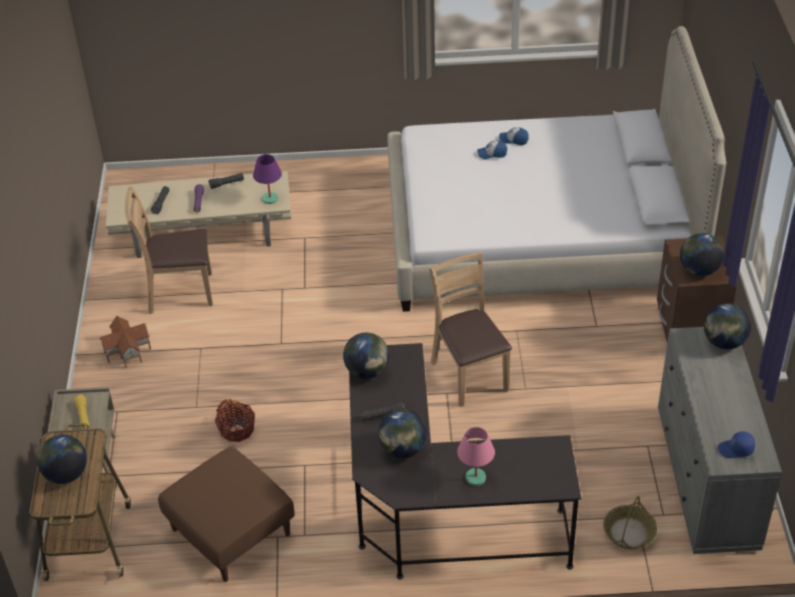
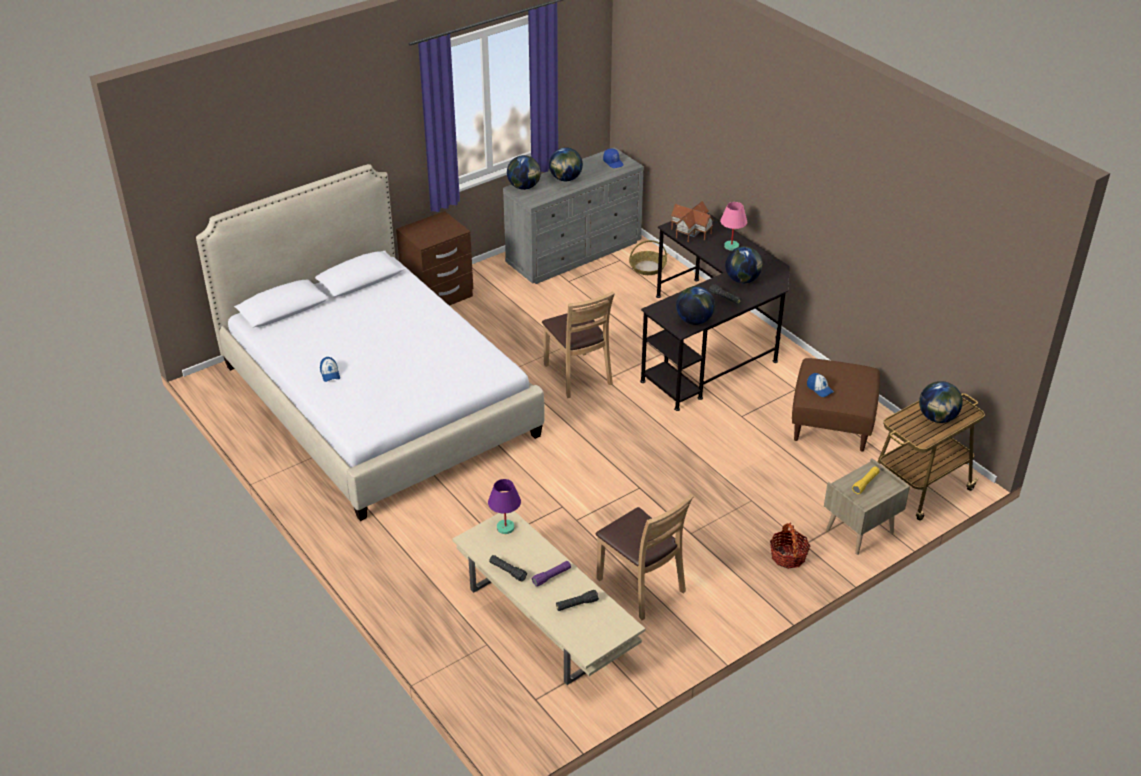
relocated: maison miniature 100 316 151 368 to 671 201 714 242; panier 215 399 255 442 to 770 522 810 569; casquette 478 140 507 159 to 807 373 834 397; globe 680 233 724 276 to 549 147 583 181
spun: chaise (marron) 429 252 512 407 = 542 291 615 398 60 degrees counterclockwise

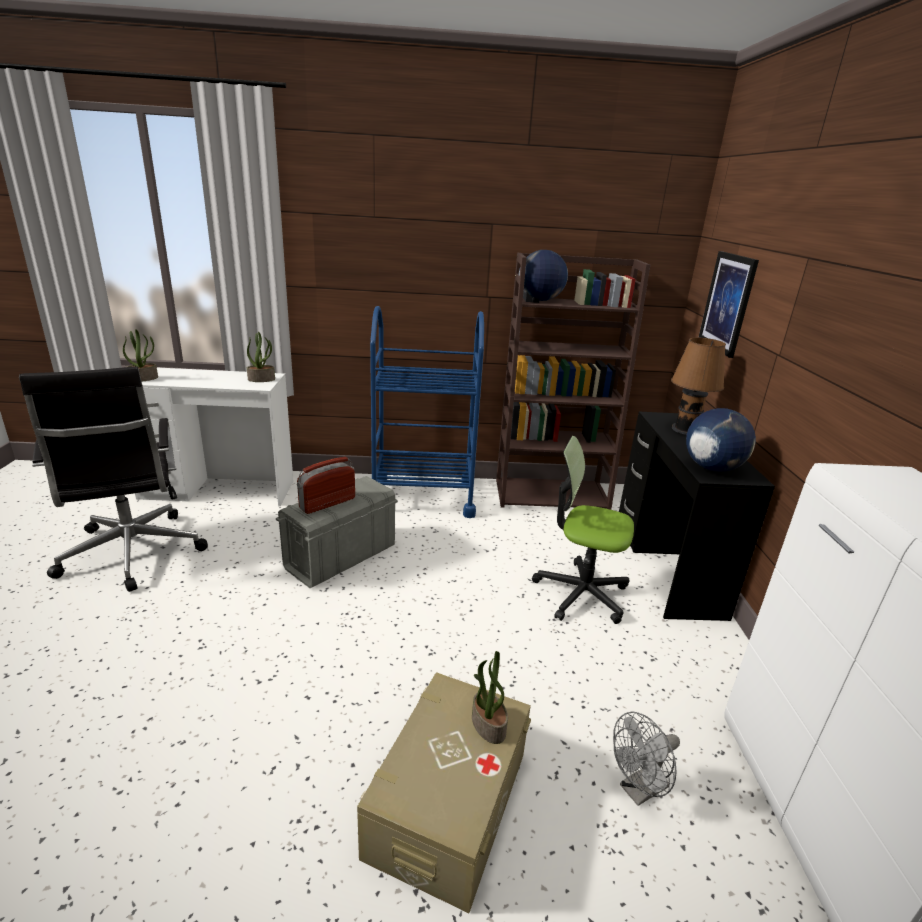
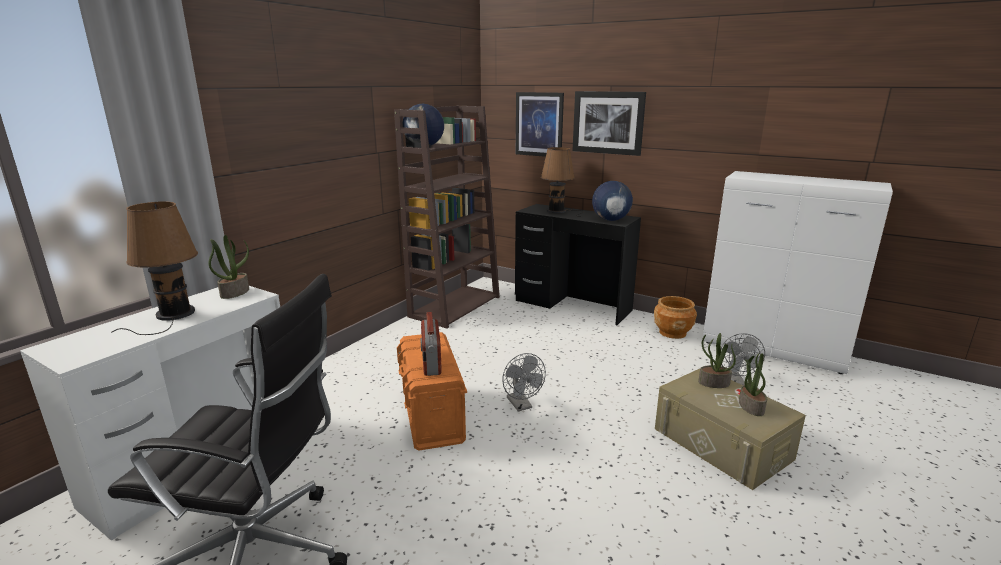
missing: chariot (bleu) 370 306 484 518; chaise de bureau 532 436 634 624
appeared: lampe de table (marron) 111 201 198 335; ventilateur (gris) 502 353 546 411; tableau 572 91 646 156; cache-pot (marron) 654 296 697 339
relocated: plante en pot 123 329 158 381 to 739 353 767 416
colour: boîte de rangement (gris) 276 476 398 588 to boîte de rangement (orange) 397 332 467 451

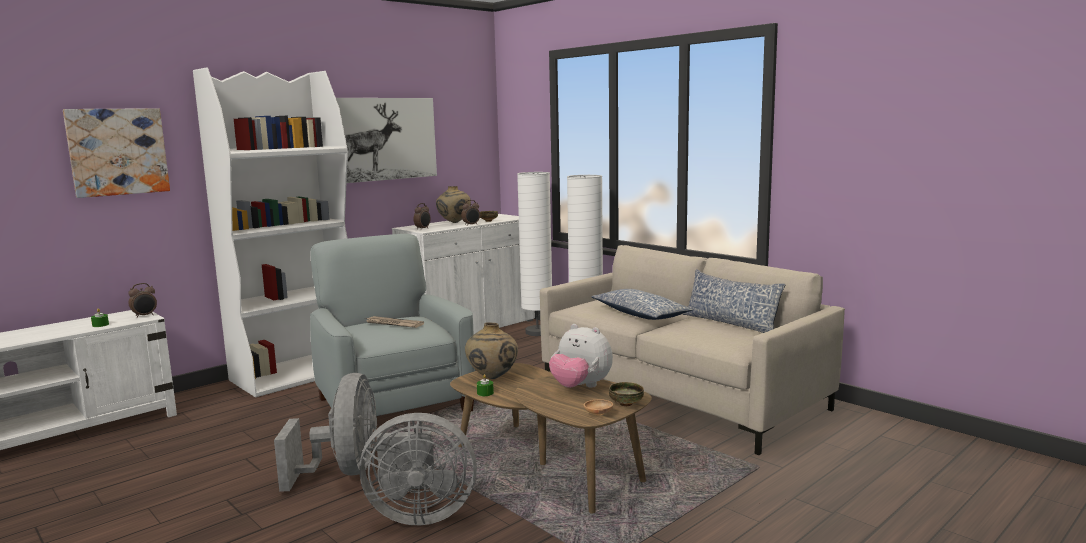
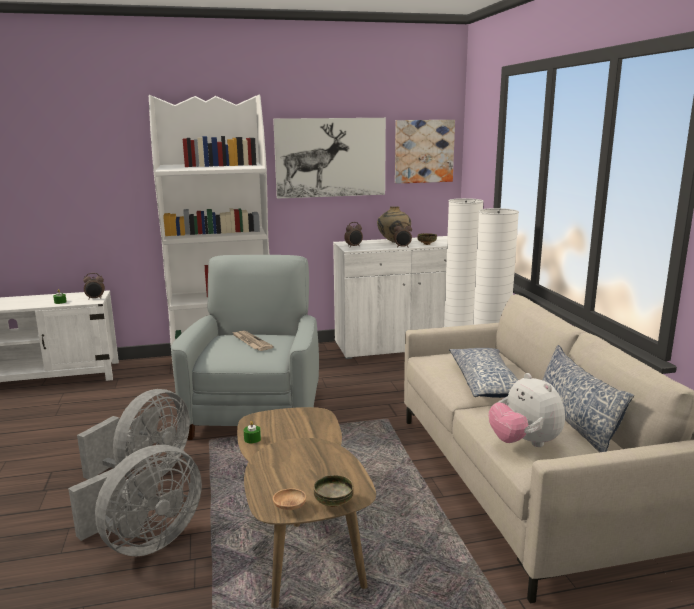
missing: vase (beige) 465 322 518 379
relocated: tableau 63 108 170 198 to 395 120 455 184; peluche 549 324 613 388 to 489 373 565 447
spun: ventilateur (gris) 359 413 477 525 = 68 445 202 556 75 degrees counterclockwise

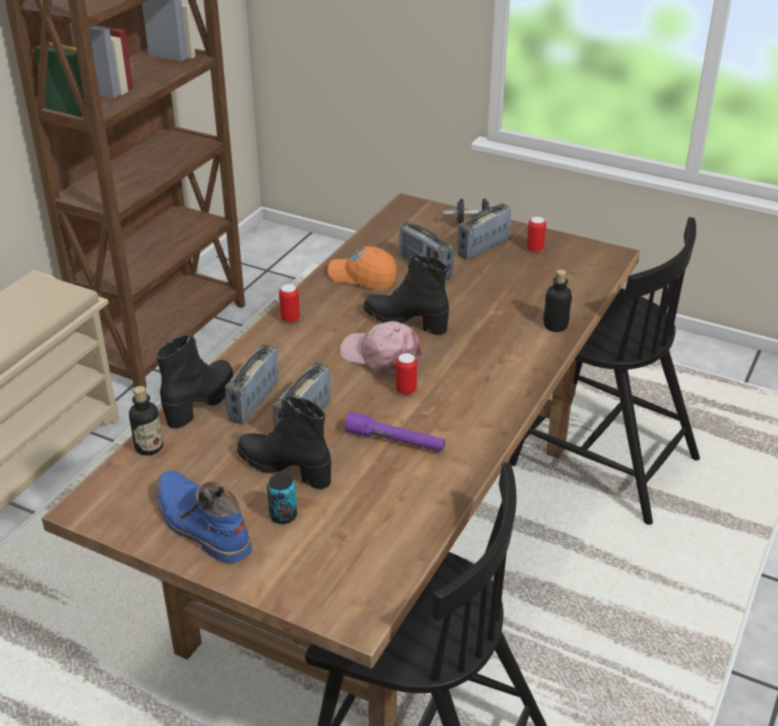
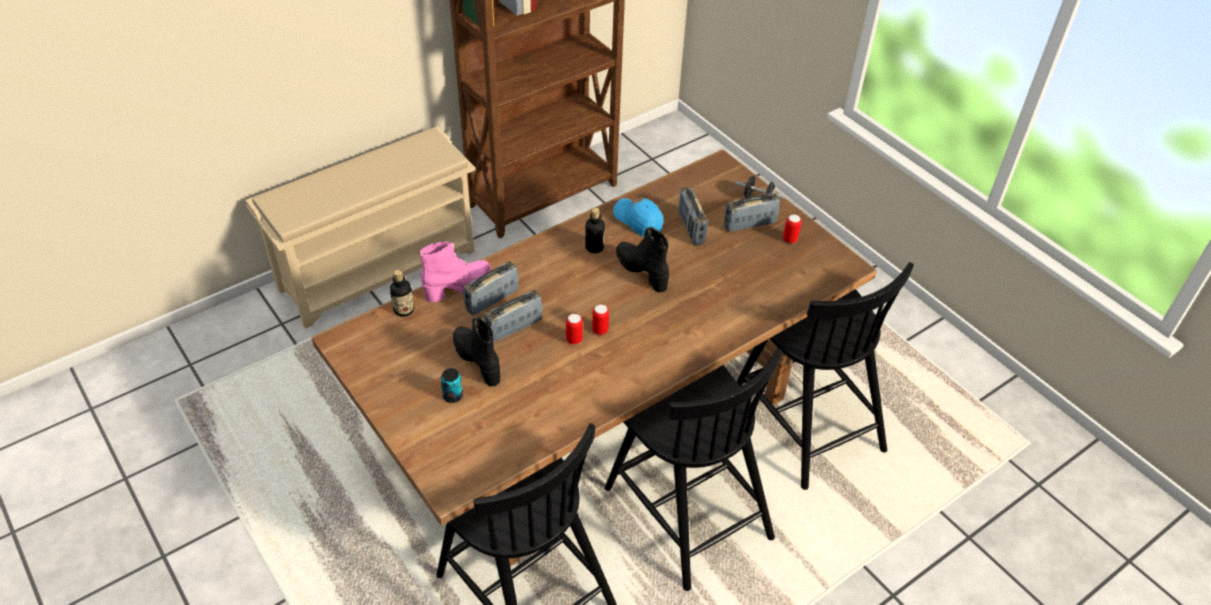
missing: botte (bleu) 156 471 252 563; casquette (rose) 340 321 422 376; lampe de poche (violet) 345 412 446 452
appeared: chaise (noir) 605 348 782 591
relocated: boîte métallique 279 284 300 323 to 566 314 583 345; bouteille 543 270 572 332 to 585 208 605 253
colour: botte (noir) 157 334 233 429 to botte (rose) 419 241 491 303; casquette (orange) 328 246 397 290 to casquette (bleu) 613 198 664 236

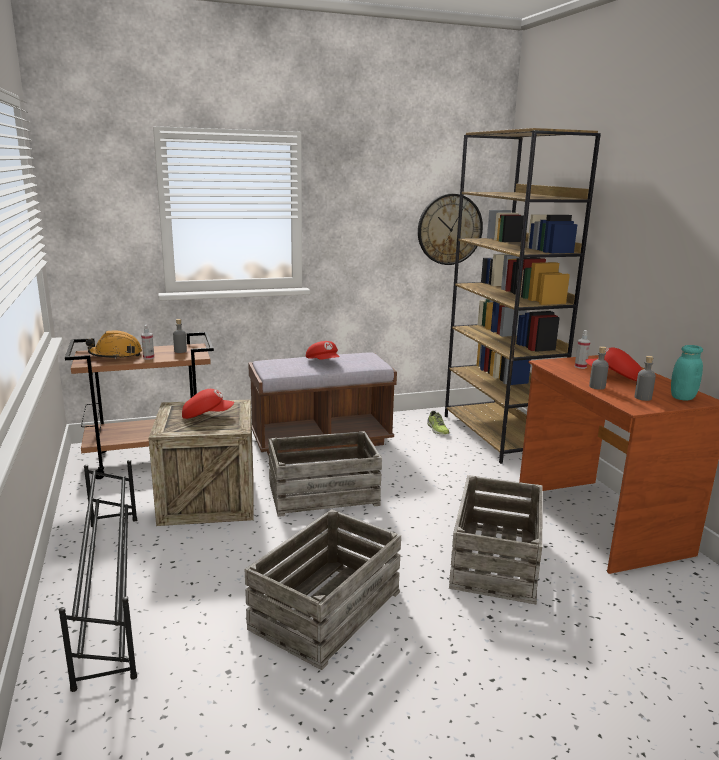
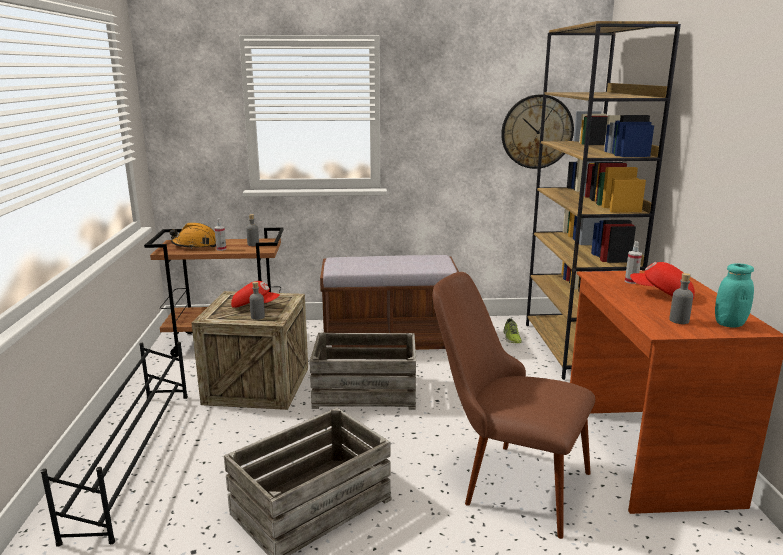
missing: casquette (rouge) 306 341 340 360
relocated: bouteille (gris) 589 346 609 390 to 249 282 265 320
exchanged: caisse 449 475 543 604 to chaise (marron) 432 272 595 539

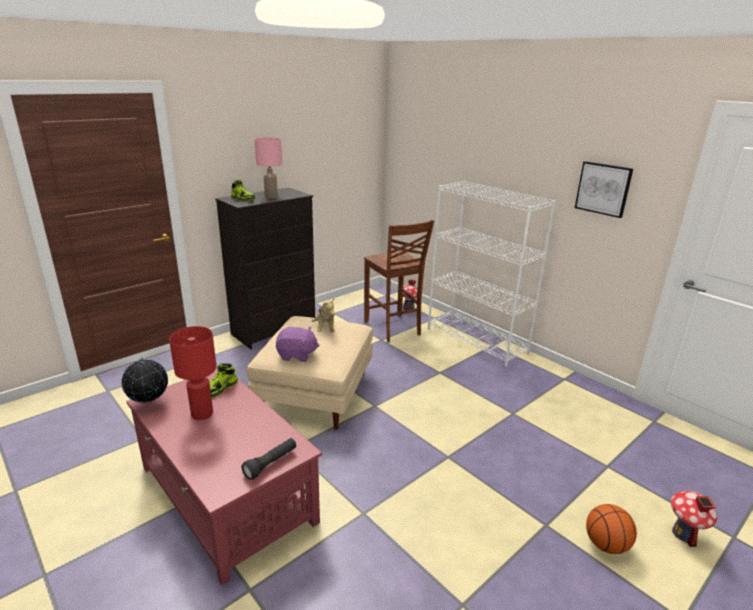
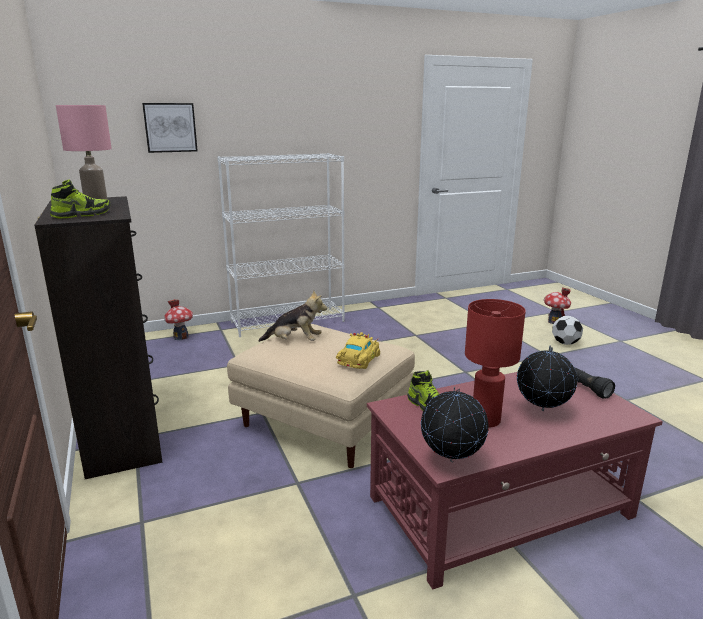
missing: chaise (marron) 364 220 434 342
appeared: globe 517 346 577 411
relocated: tableau 575 161 633 218 to 142 103 198 153
exchanged: peluche (violet) 276 327 320 362 to petite voiture (jaune) 336 332 380 369; ballon de basket 586 504 637 554 to ballon de foot 552 316 583 345

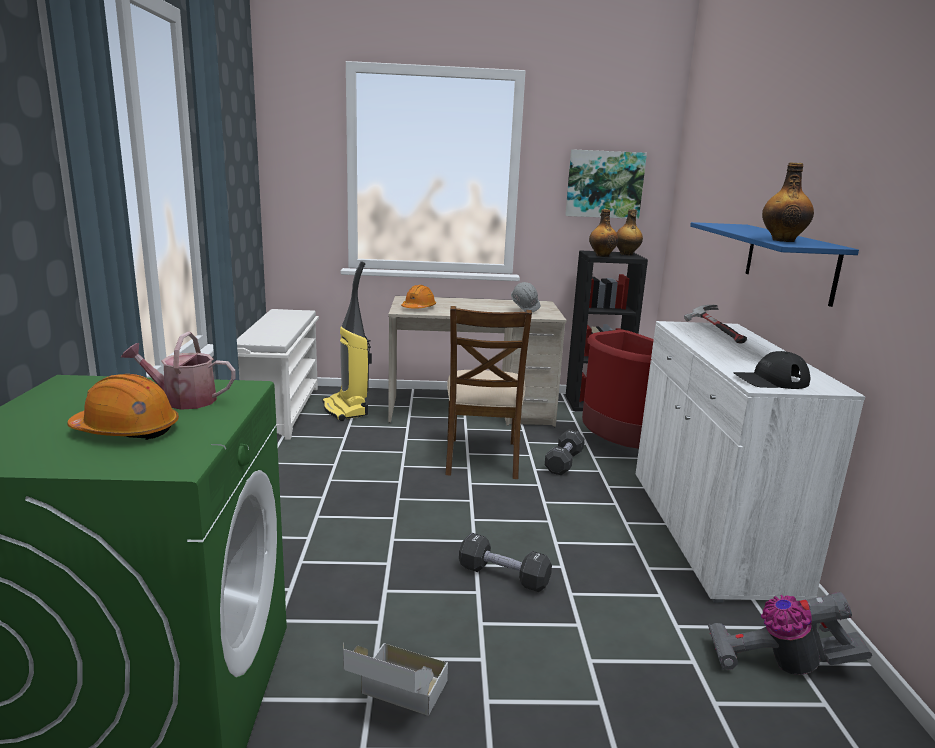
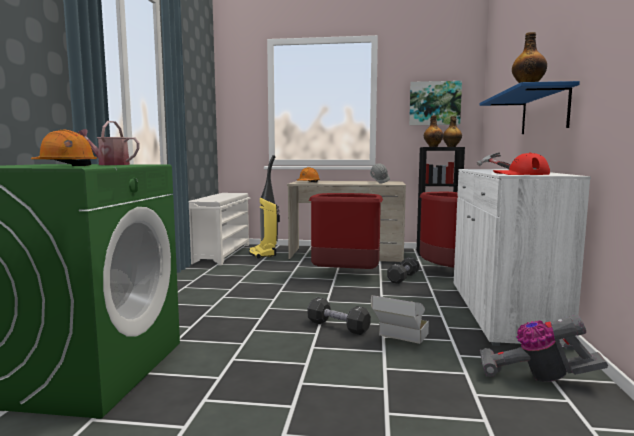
relocated: carton 343 643 448 716 to 371 295 429 344
exchanged: chaise (marron) 445 306 532 479 to poubelle (rouge) 309 193 383 269
colour: casquette (noir) 733 351 810 389 to casquette (rouge) 493 153 550 175

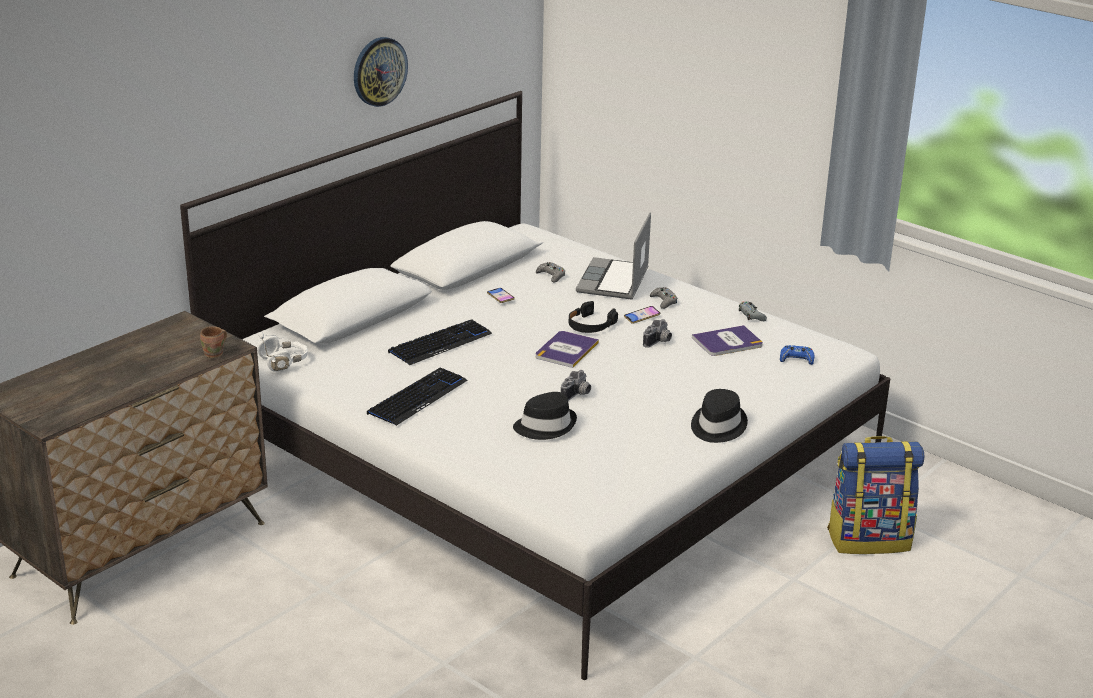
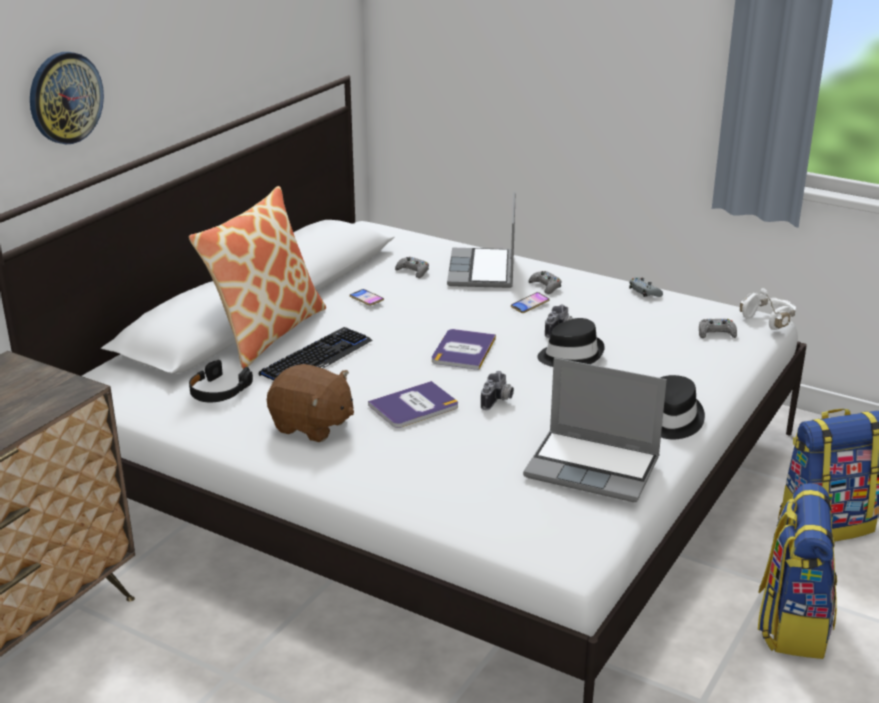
missing: mug (marron) 200 326 227 358
appeared: coussin 189 186 326 369; ordinateur portable 523 358 667 502; sac à dos 758 483 837 659
relocated: casque audio (blanc) 257 332 308 372 to 740 288 796 330; horloge murale 354 37 408 107 to 30 52 104 144; chapeau (noir) 513 392 577 440 to 537 318 605 367; casque audio (noir) 569 301 618 333 to 189 360 253 402; livre 692 325 763 356 to 368 381 458 428
exchanged: clavier 367 367 468 426 to peluche (marron) 267 364 354 442
colour: manette (bleu) 780 345 814 365 to manette (gris) 699 319 737 338

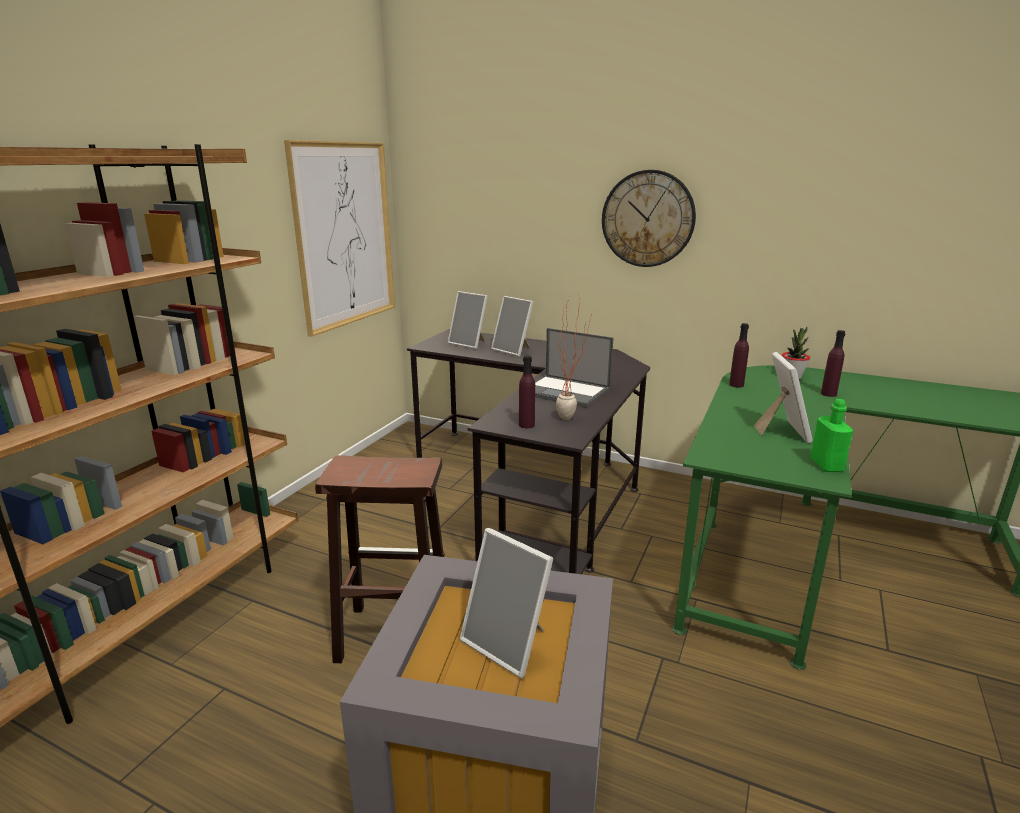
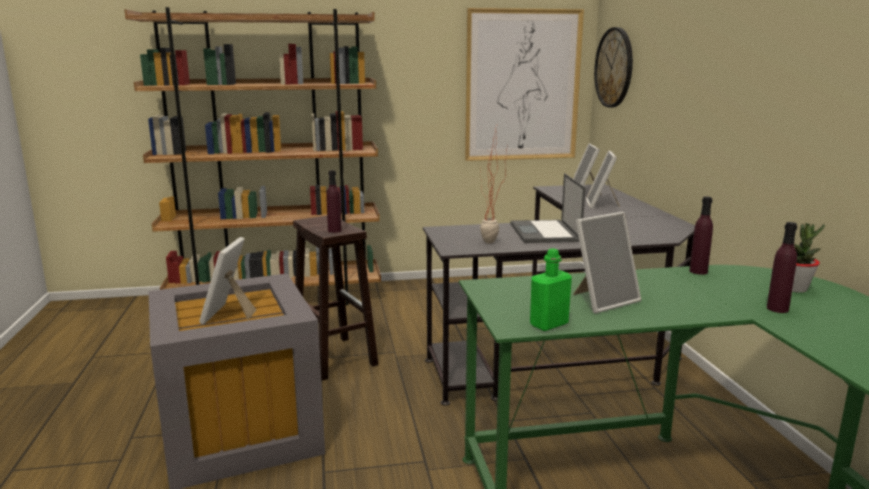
relocated: bouteille (violet) 519 355 535 428 to 326 170 342 233; horloge murale 602 170 696 267 to 594 27 633 107

